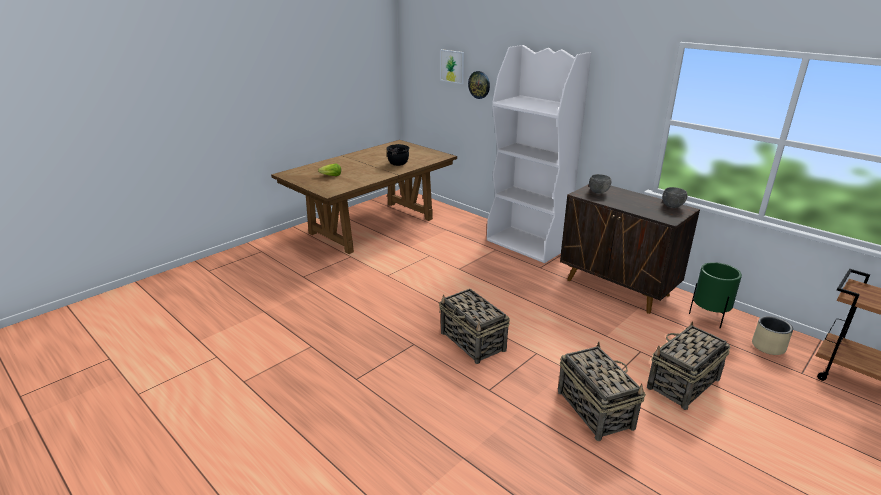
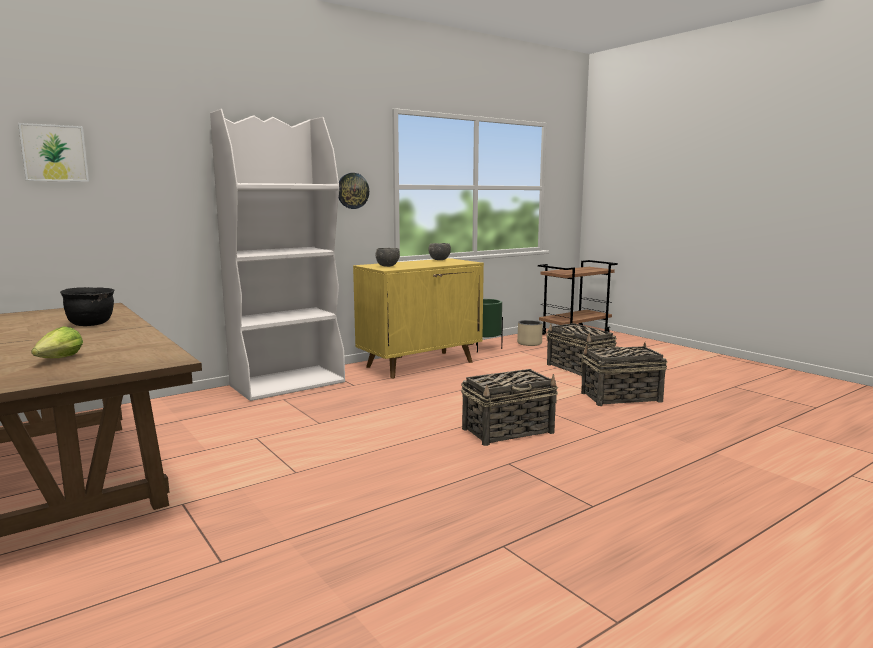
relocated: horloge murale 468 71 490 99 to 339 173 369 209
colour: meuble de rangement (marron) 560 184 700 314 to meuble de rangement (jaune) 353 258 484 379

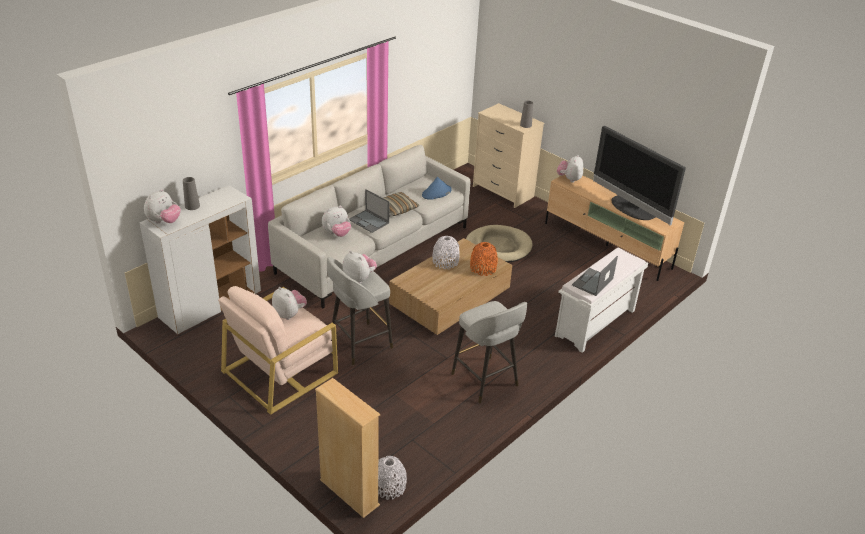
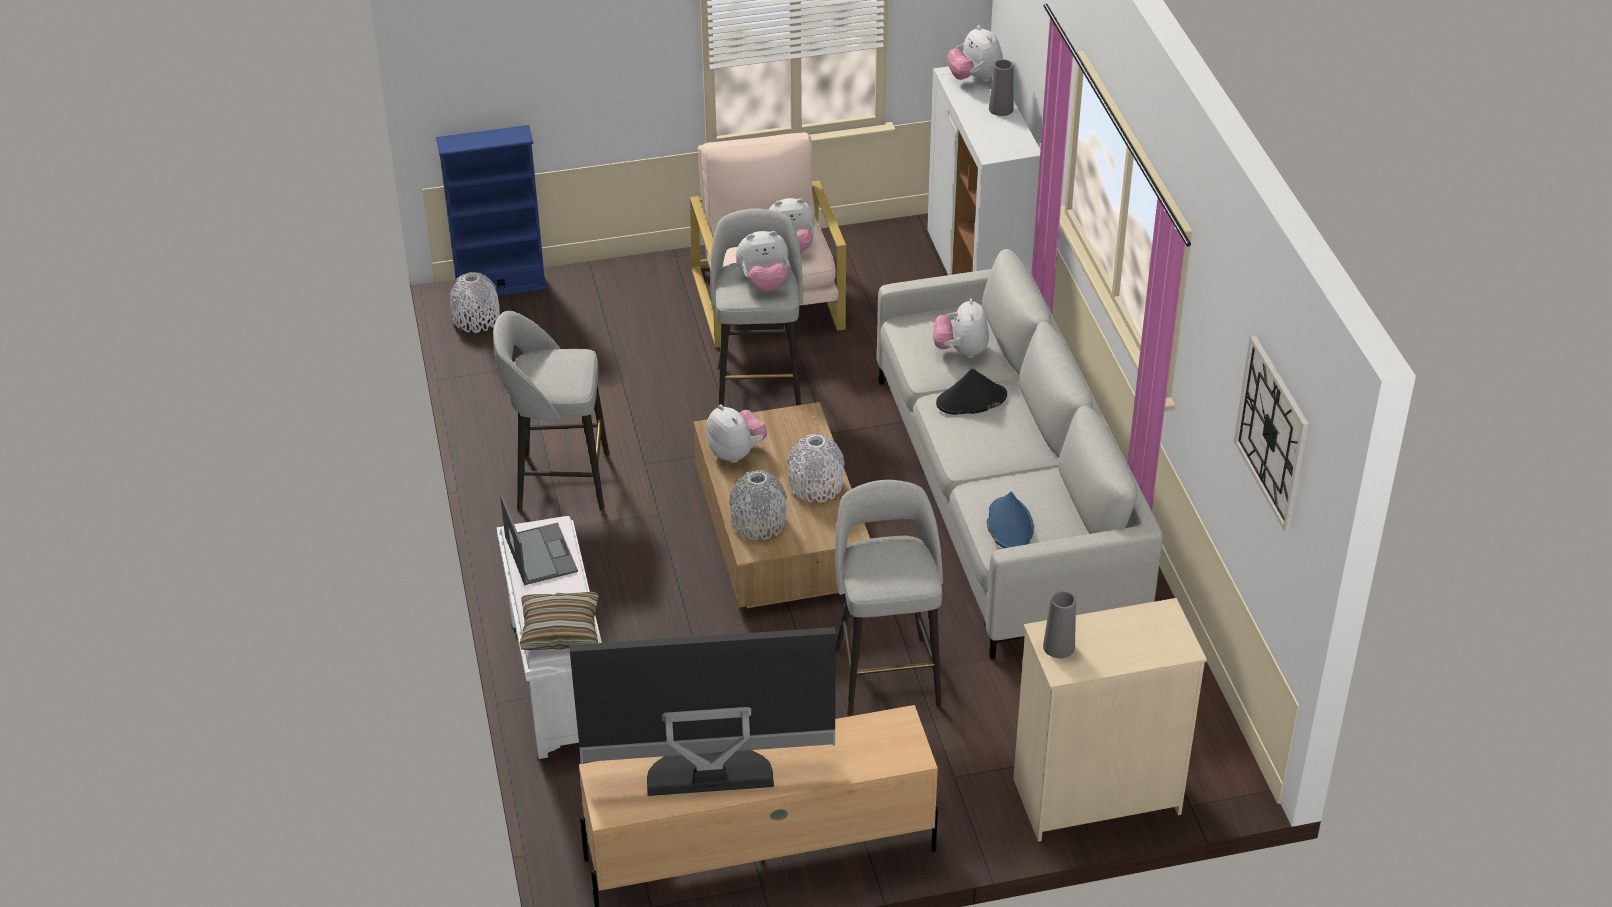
appeared: horloge murale 1234 336 1309 531
relocated: coussin 384 192 420 216 to 520 592 599 650; peluche 557 155 583 183 to 706 405 767 463
exchanged: ordinateur portable 349 189 390 233 to chapeau (noir) 936 369 1007 415; panier pour chien (beige) 466 225 533 262 to tabouret (gris) 835 480 943 716
colour: bibliothèque (beige) 315 378 380 518 to bibliothèque (bleu) 436 125 547 301; vase (orange) 470 242 498 276 to vase (gris) 729 470 787 540

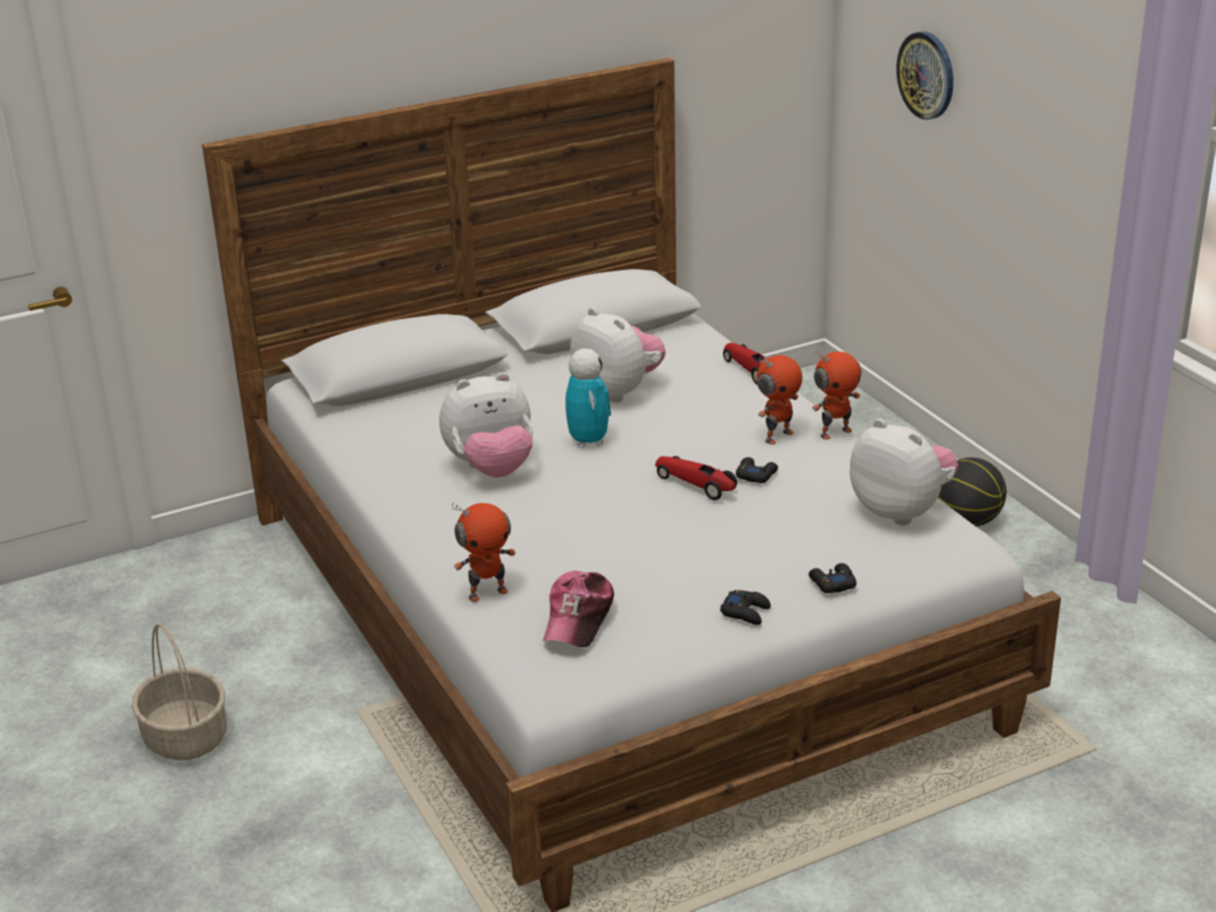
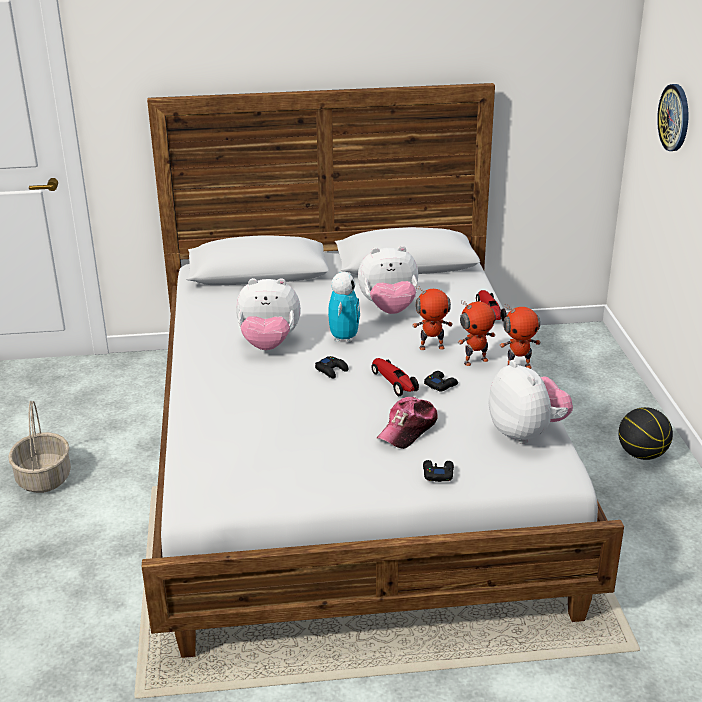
relocated: robot jouet 452 503 516 602 to 412 285 453 350; casquette 543 571 614 647 to 377 397 438 449; manette (noir) 720 590 771 625 to 315 356 349 379
spun: peluche 570 307 665 403 = 358 246 418 314 105 degrees clockwise

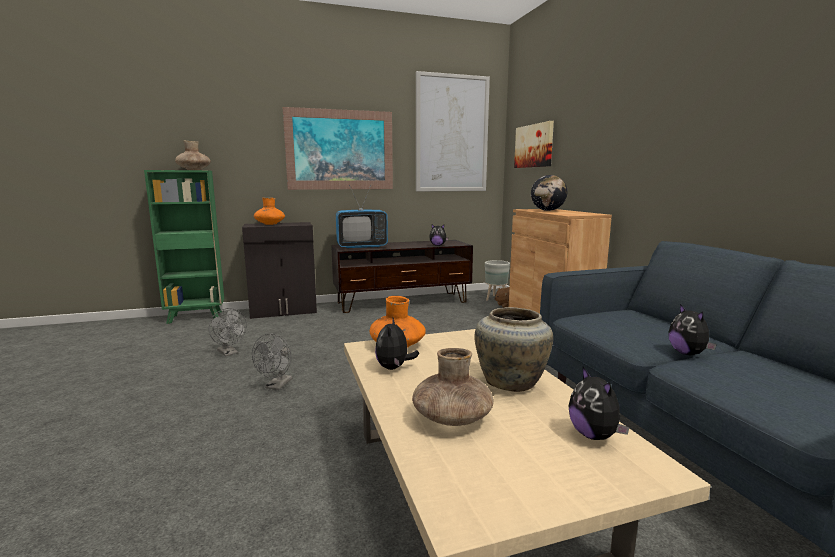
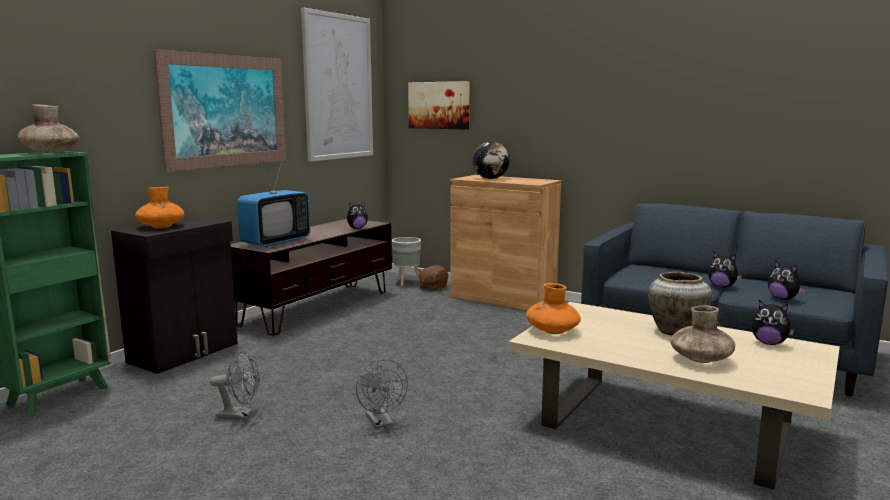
relocated: peluche 375 318 419 370 to 768 261 806 300

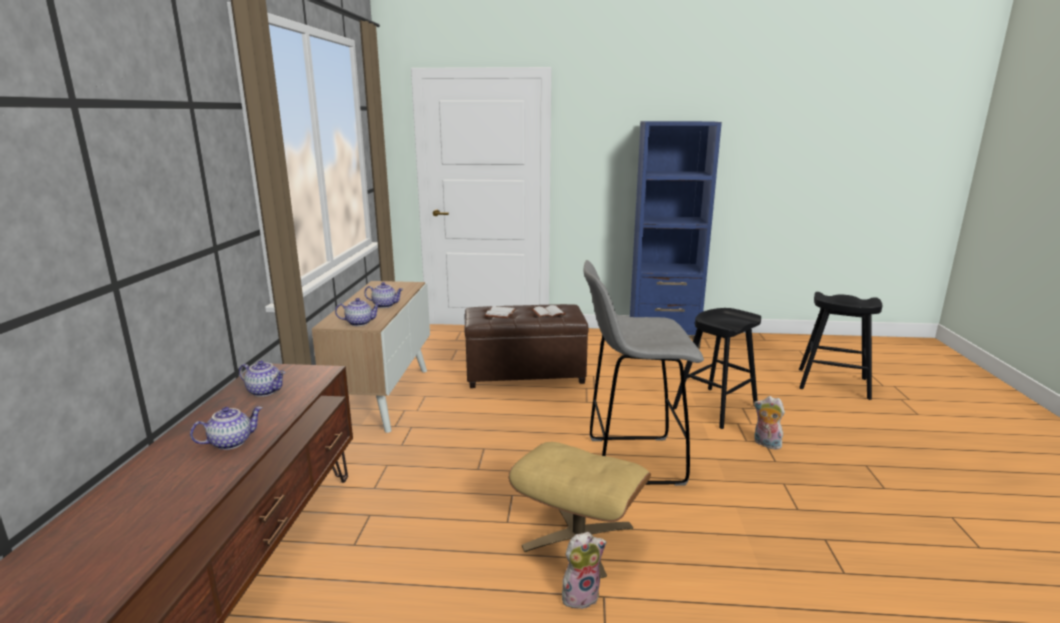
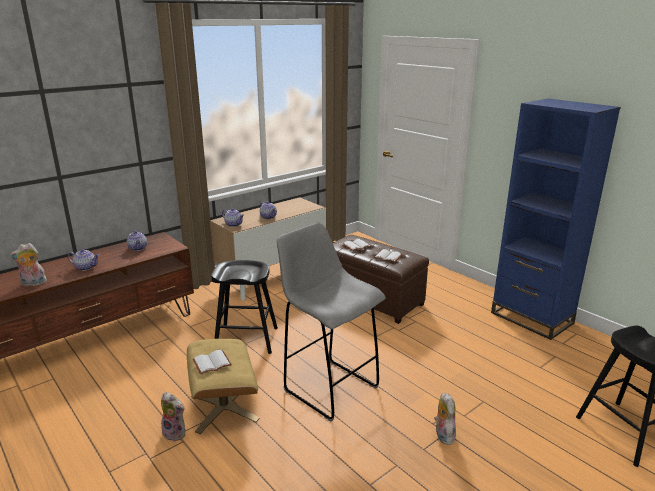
appeared: peluche 10 243 47 287; livre (blanc) 193 350 232 375
relocated: tabouret (noir) 673 308 761 429 to 211 260 278 354

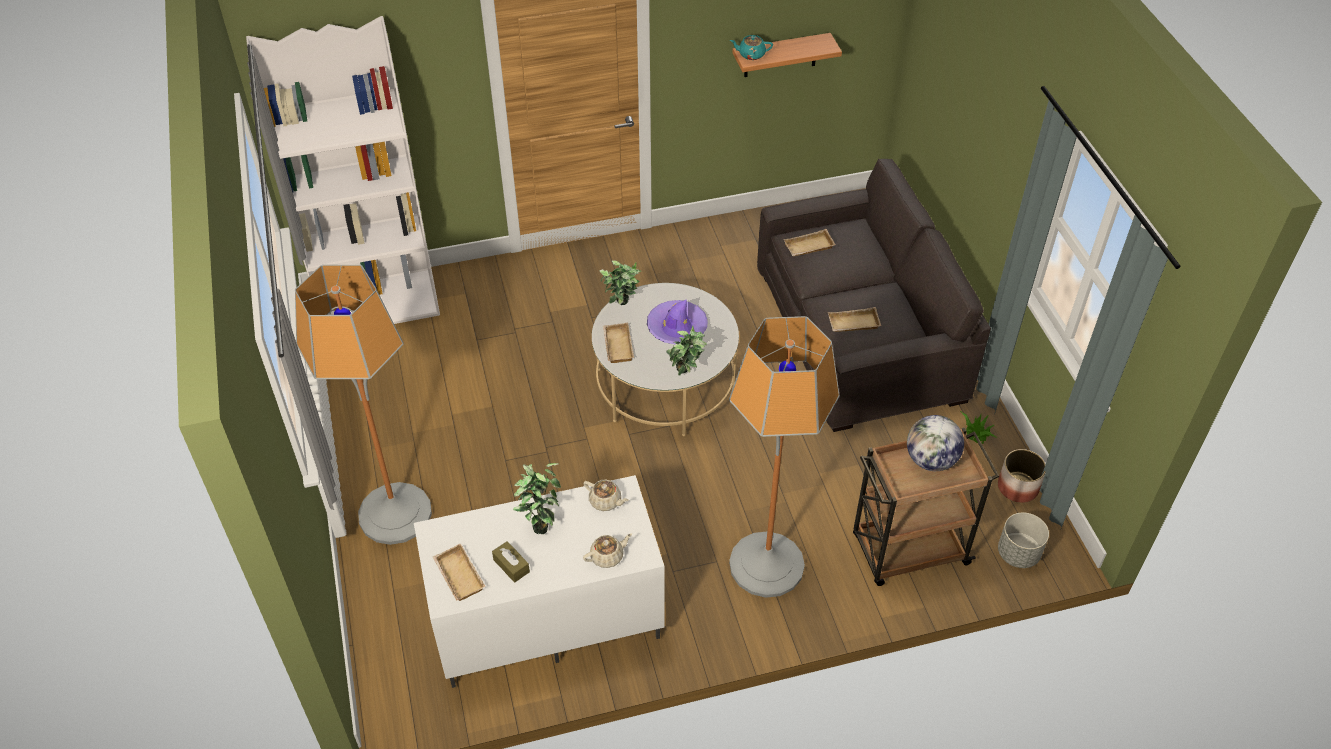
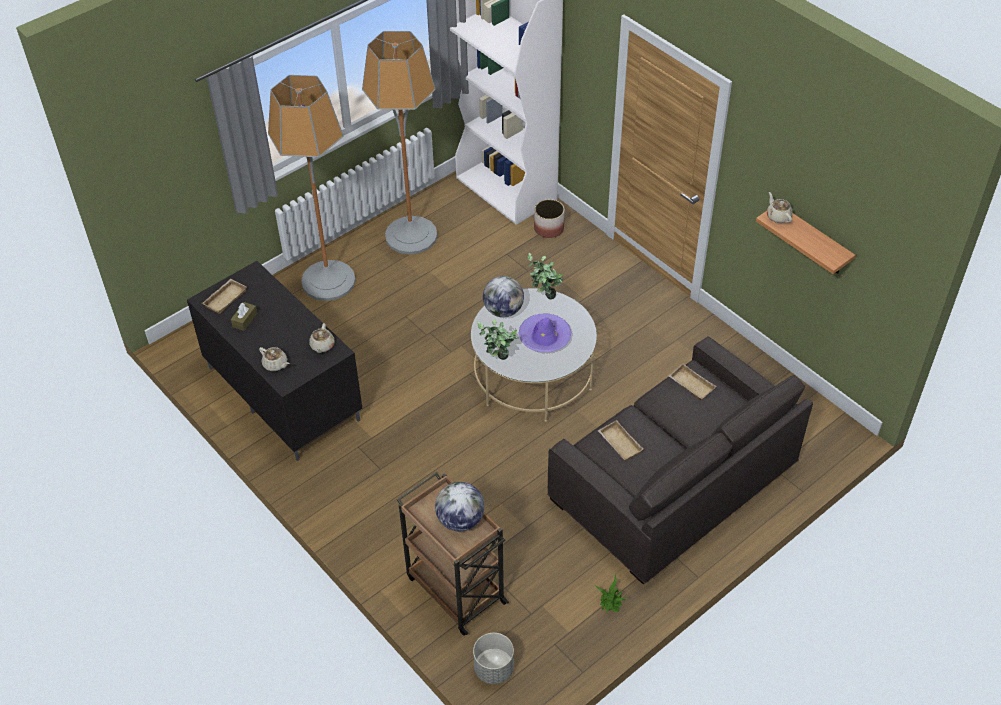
missing: plante en pot 513 463 561 534
relocated: lampadaire 729 316 840 598 to 362 31 437 255; cache-pot 998 449 1046 503 to 534 199 564 238
exchanged: plateau (beige) 603 323 634 363 to globe 483 276 524 317
colour: meuble télé (blanc) 414 475 665 688 to meuble télé (noir) 187 261 362 461; théière (turquoise) 730 35 773 60 to théière (beige) 767 192 793 223

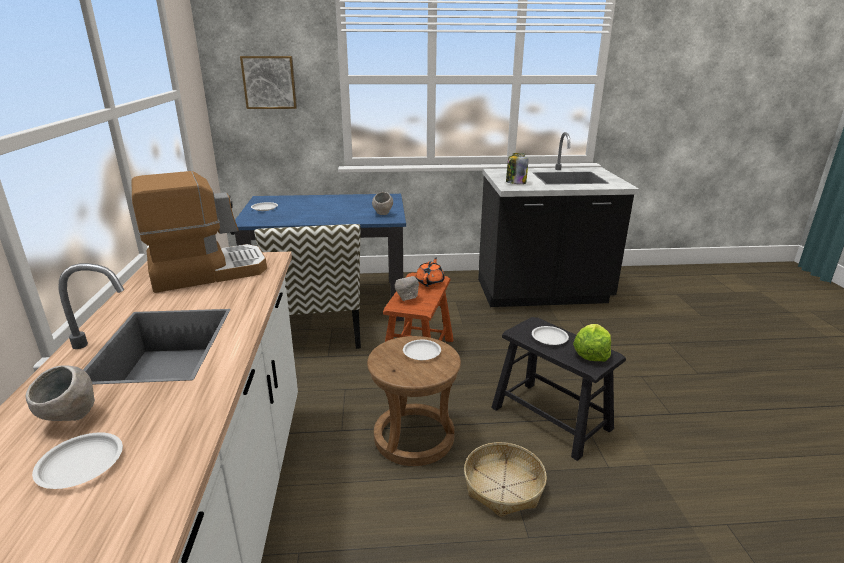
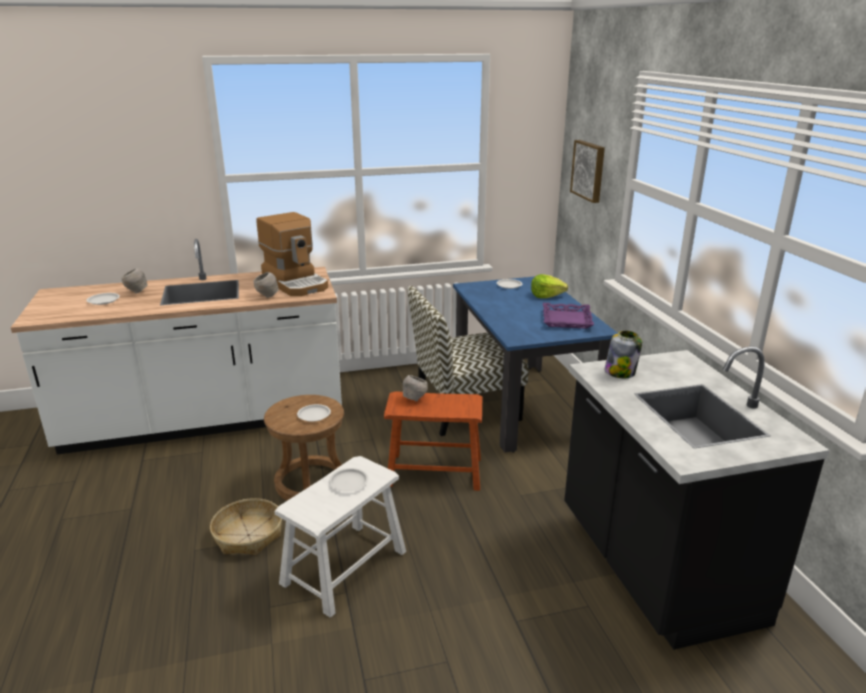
missing: théière (orange) 416 258 444 287
appeared: plateau (violet) 543 303 594 329
relocated: bol (gris) 372 192 393 215 to 253 272 279 298; laitue 573 324 611 362 to 531 274 568 298
colour: tabouret (noir) 491 317 626 461 to tabouret (blanc) 274 456 406 617

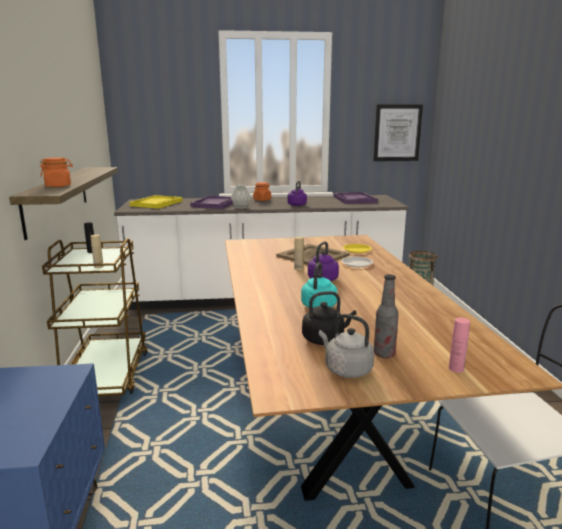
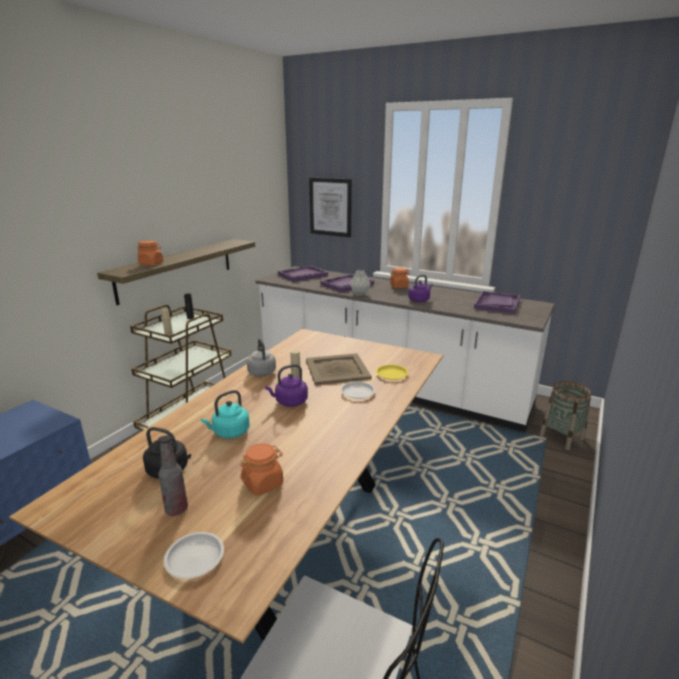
appeared: bocal (orange) 240 443 283 496
relocated: bouilloire (gris) 319 314 374 378 to 247 338 276 377; tableau 373 104 423 161 to 309 177 352 237
exchanged: bouteille (rose) 449 318 470 373 to assiette (blanc) 164 532 224 579
colour: plateau (jaune) 129 195 183 209 to plateau (violet) 278 266 328 282

